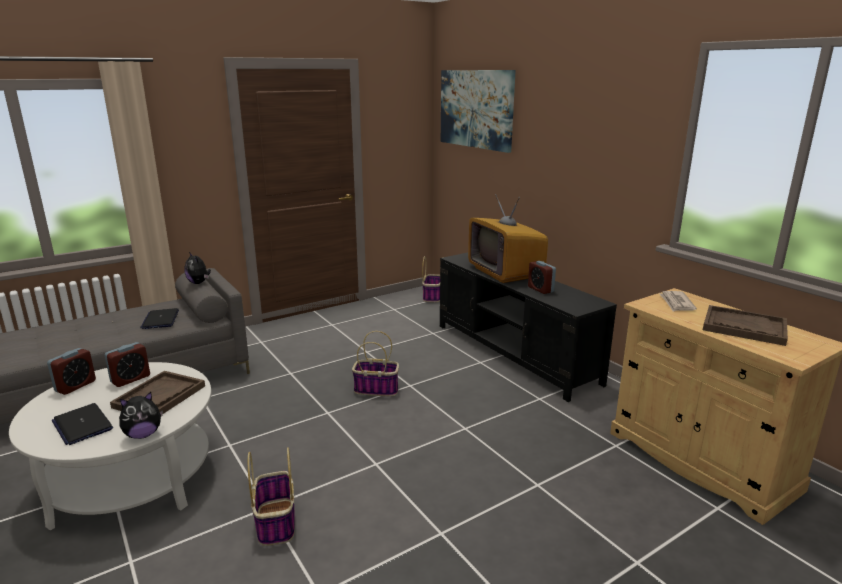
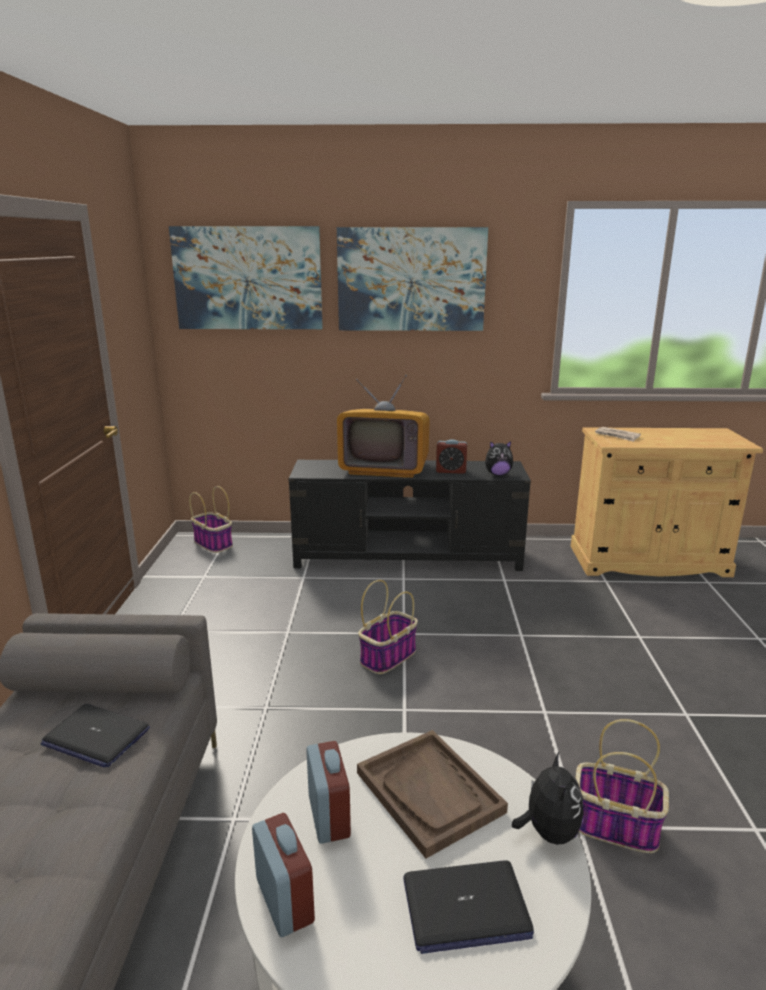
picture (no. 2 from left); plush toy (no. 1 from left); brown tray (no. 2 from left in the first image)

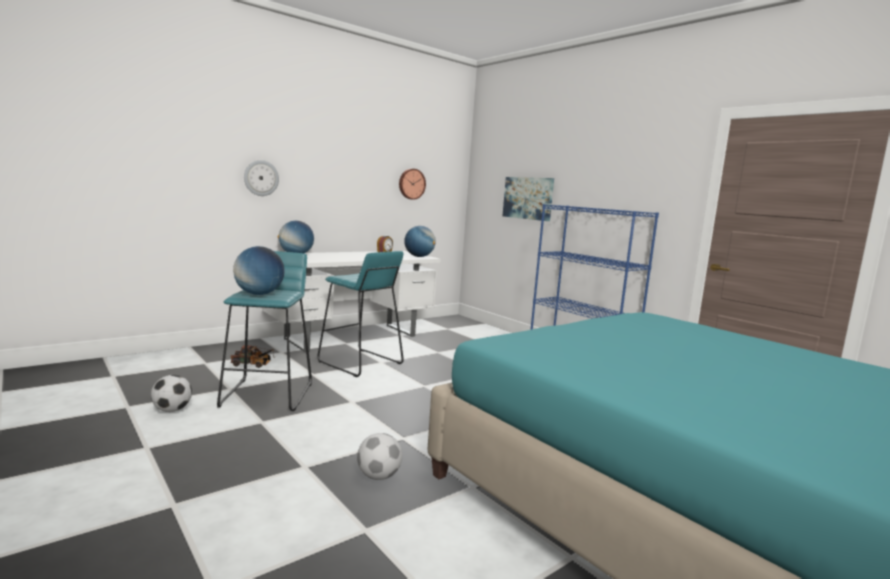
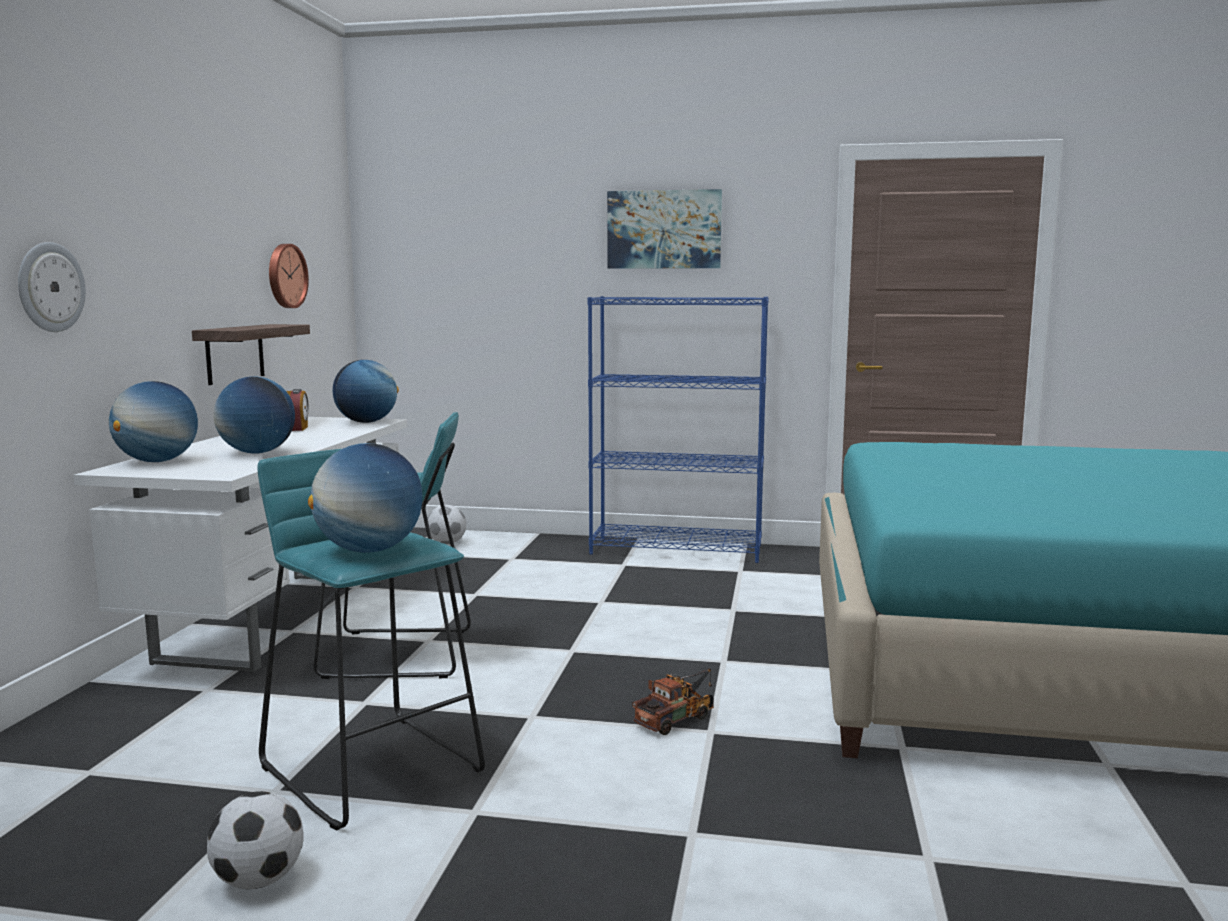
shelf; globe (no. 2 from left); football (no. 2 from left); picture; toy truck

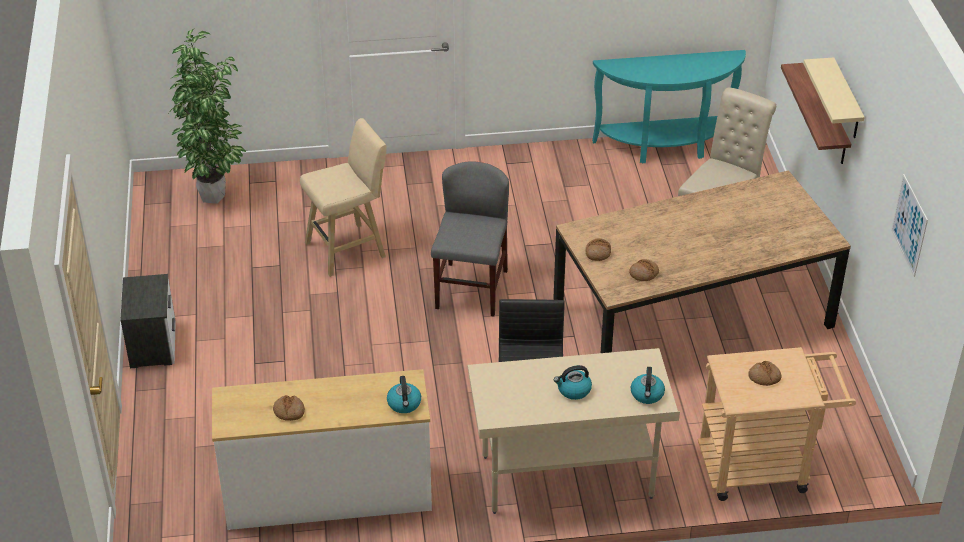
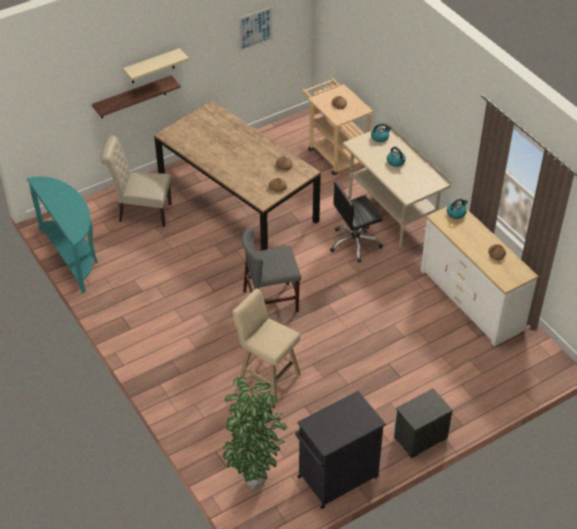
black cabinet

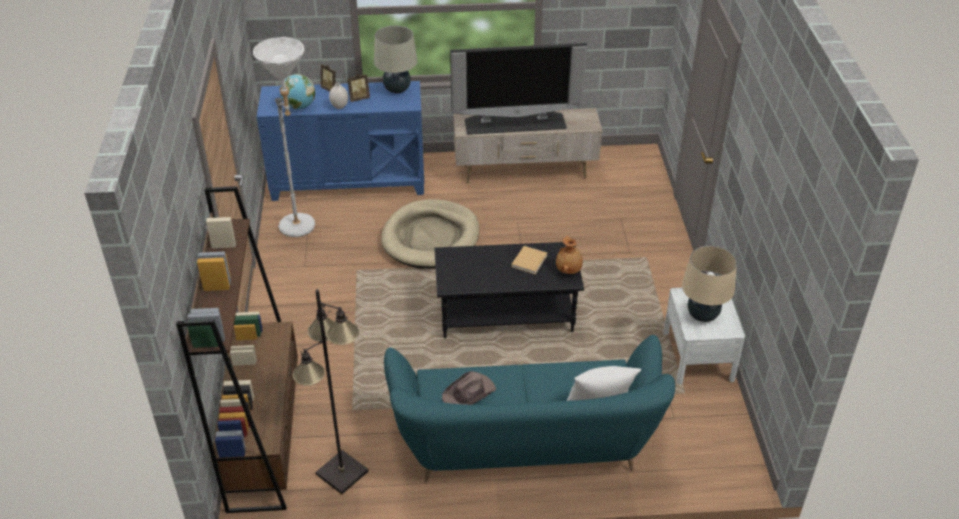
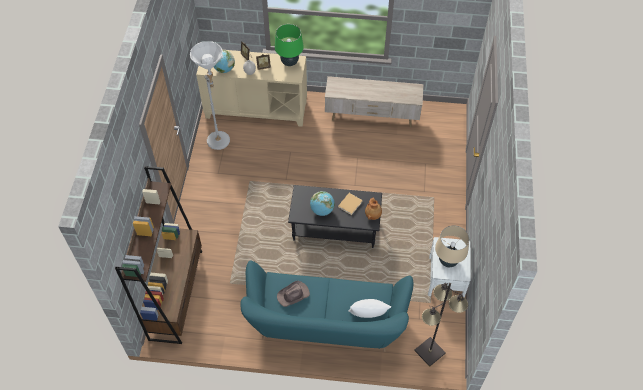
beige cabinet; green table lamp; globe (no. 2 from left); black floor lamp; beige dog bed; television

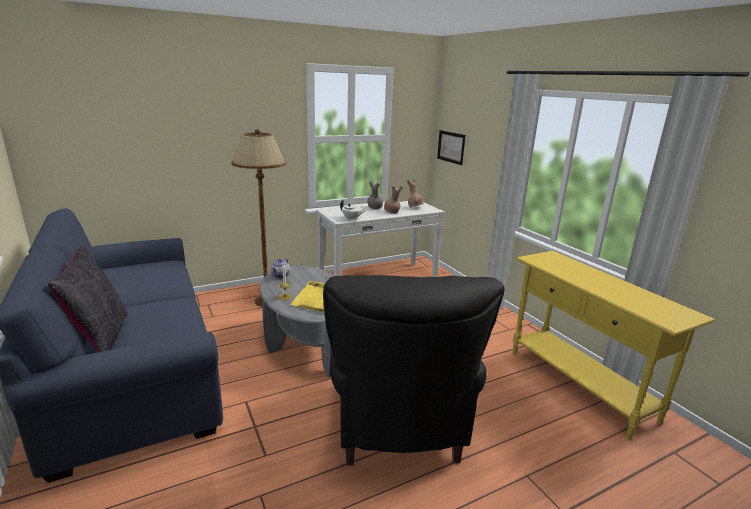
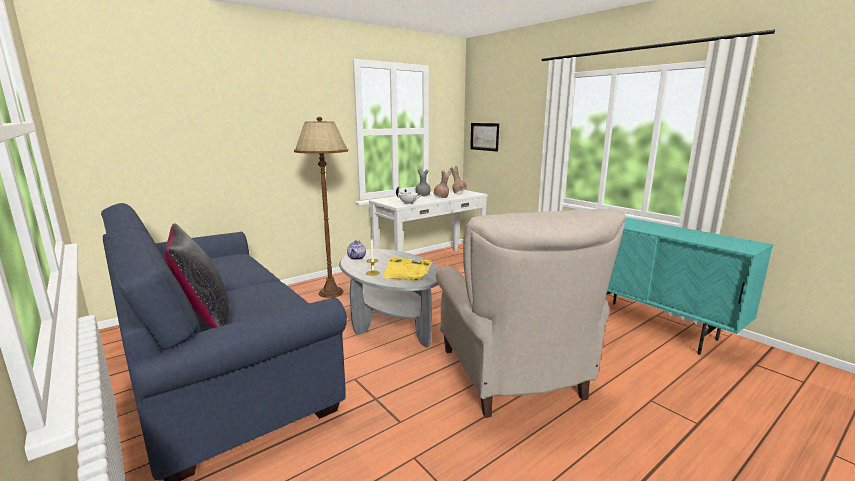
beige armchair; turquoise cabinet

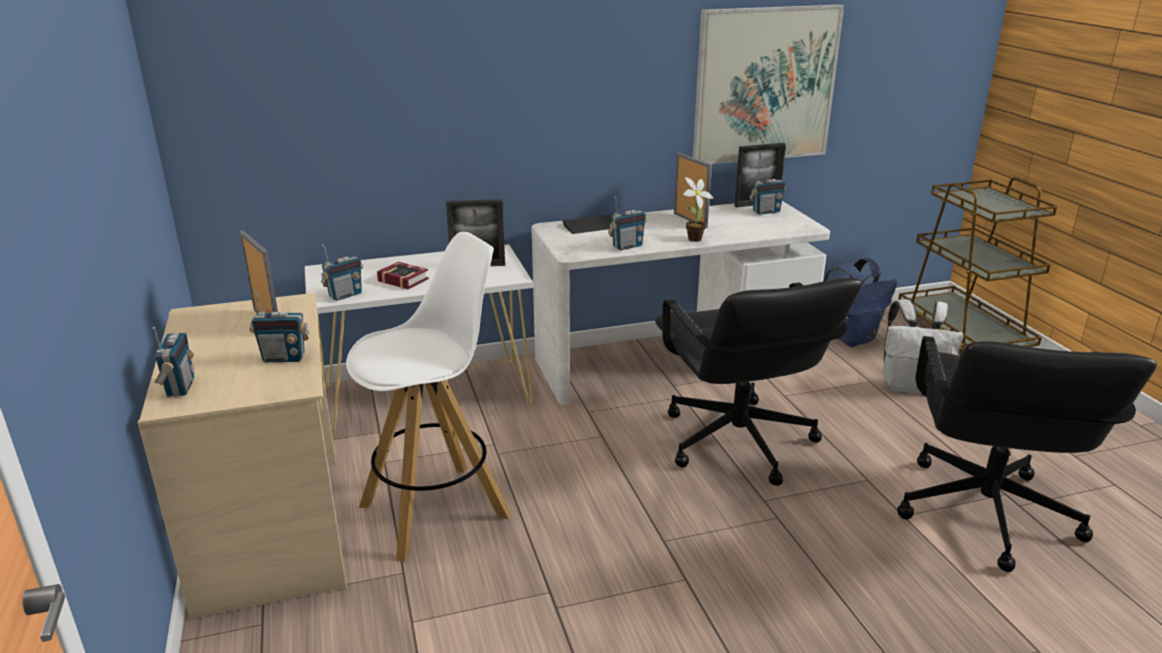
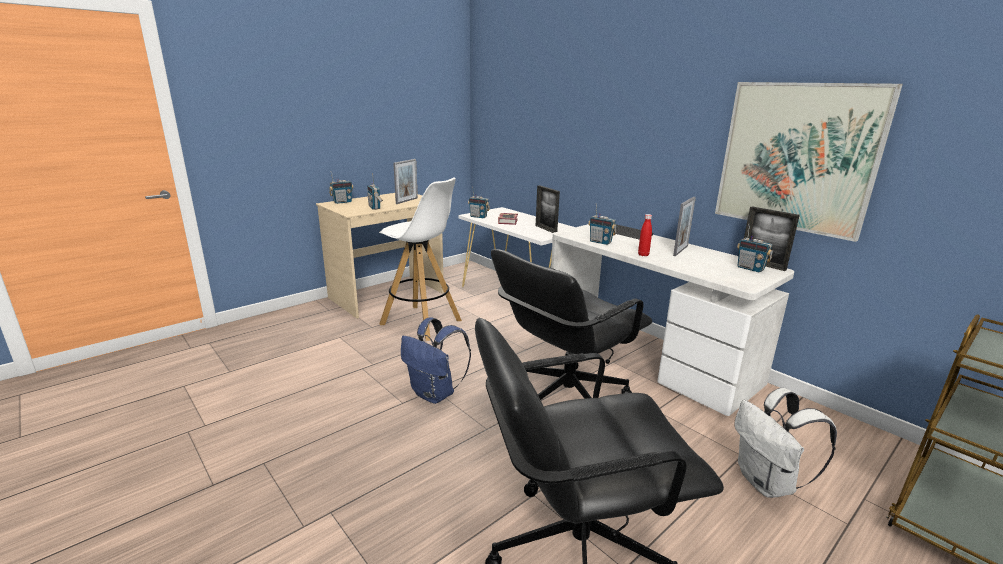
blue backpack; red bottle

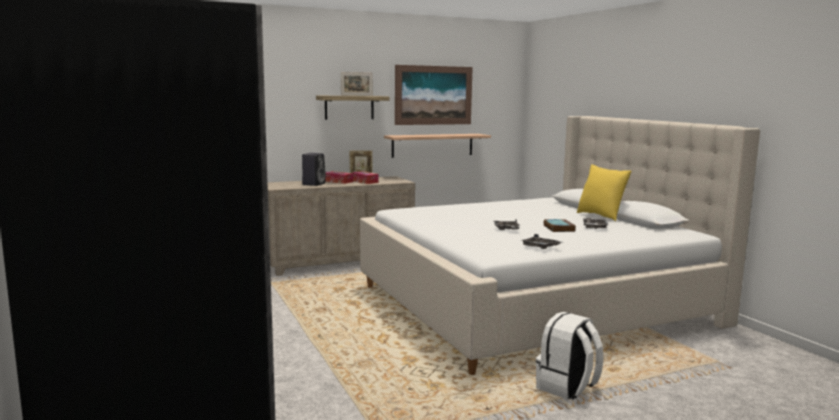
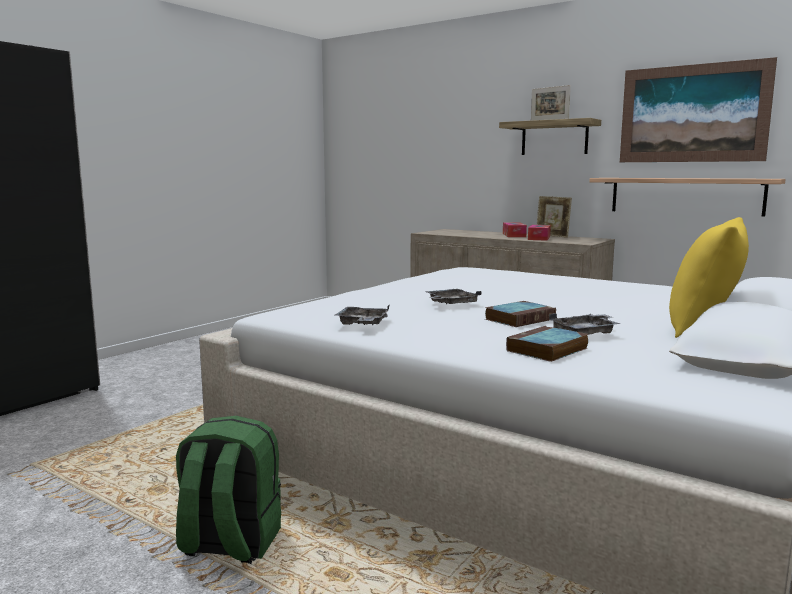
green backpack; book (no. 2 from left); black speaker

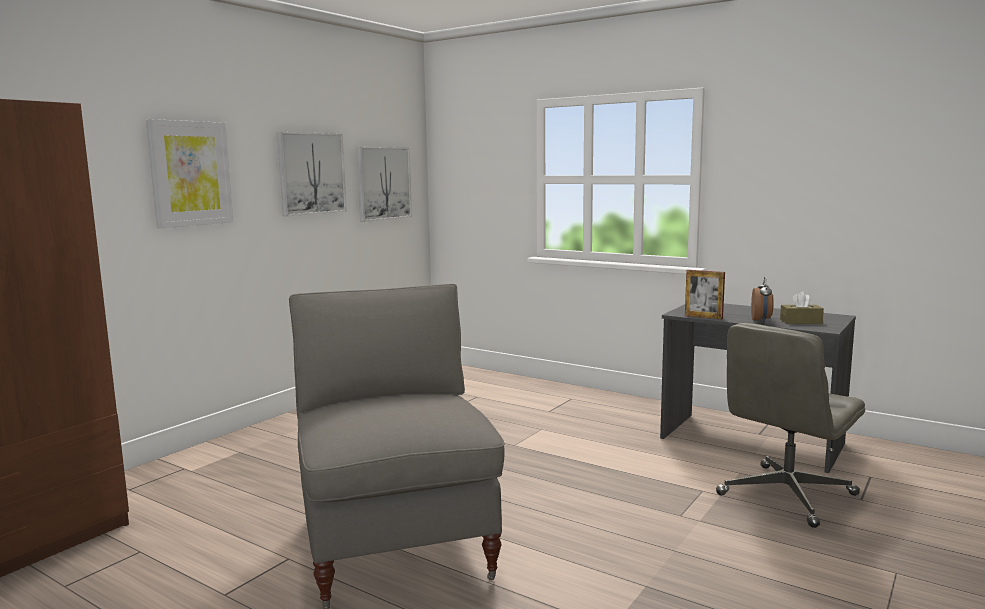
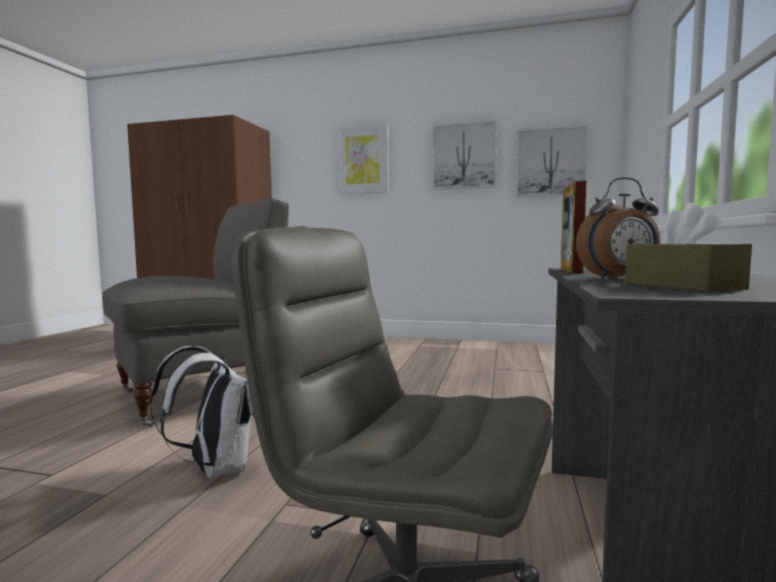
white backpack

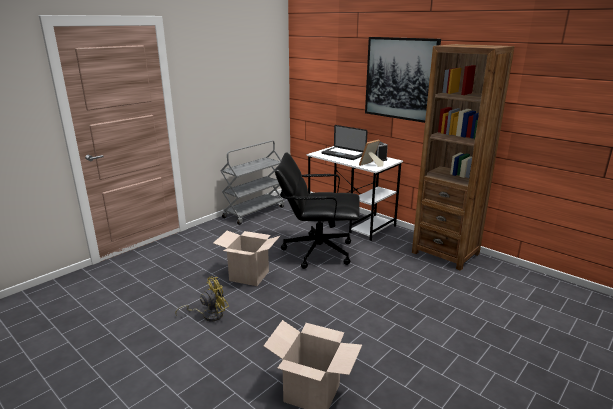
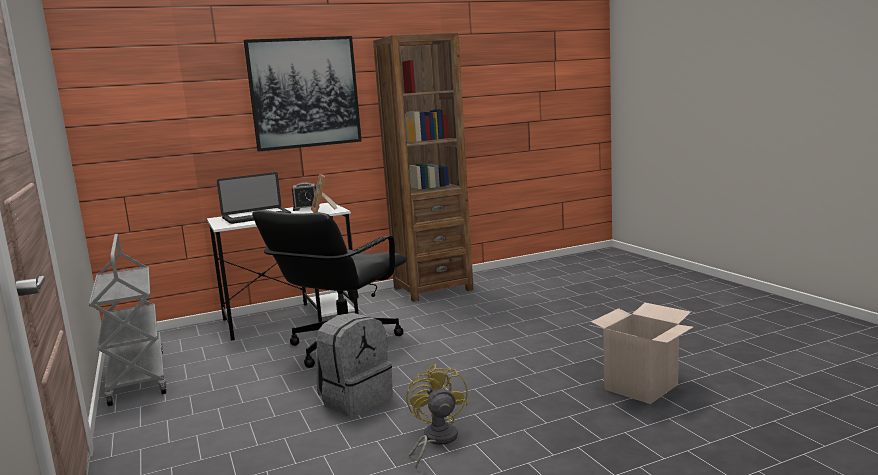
grey backpack

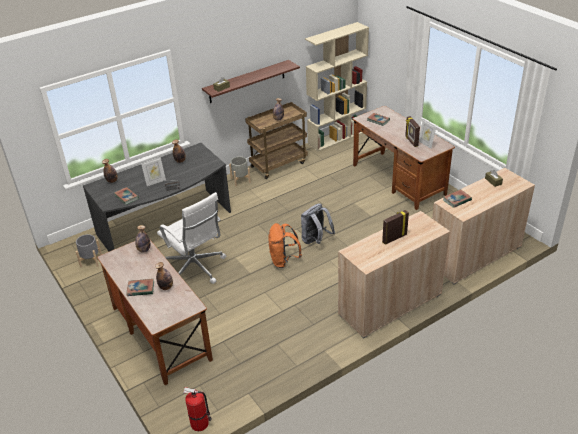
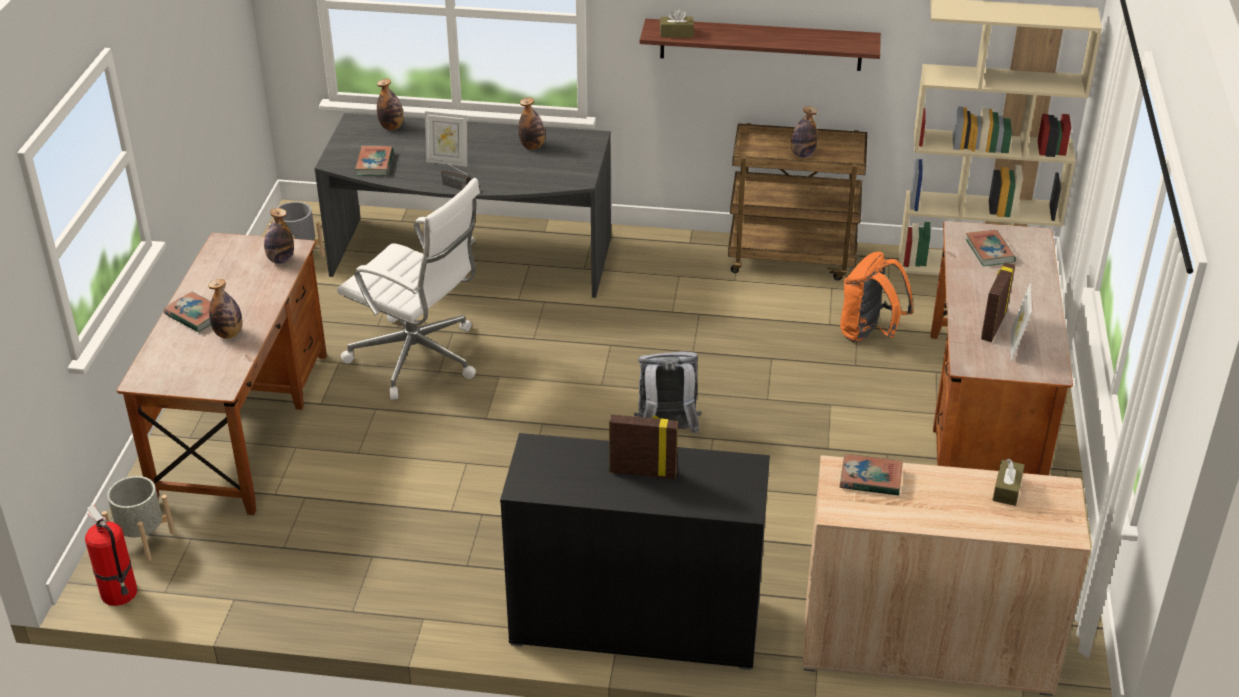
grey planter (no. 1 from left); white office chair; black cabinet; orange backpack

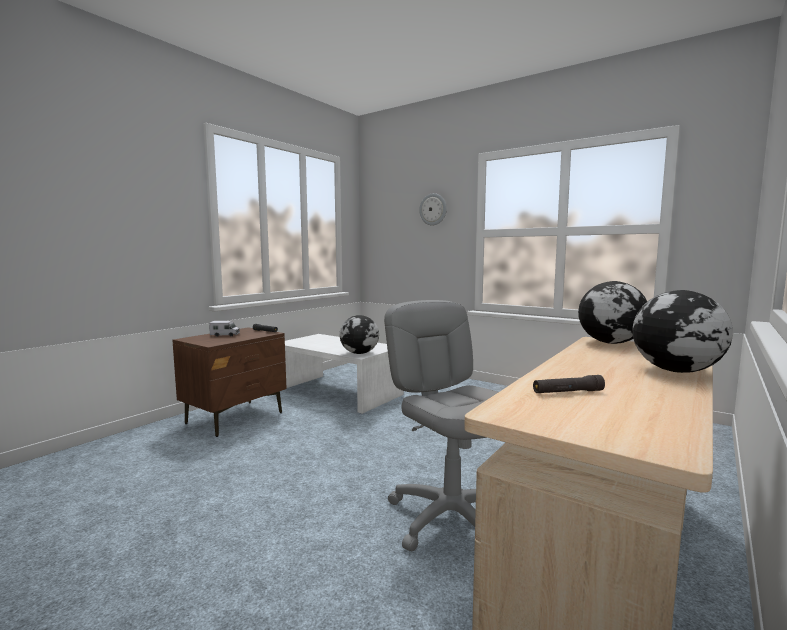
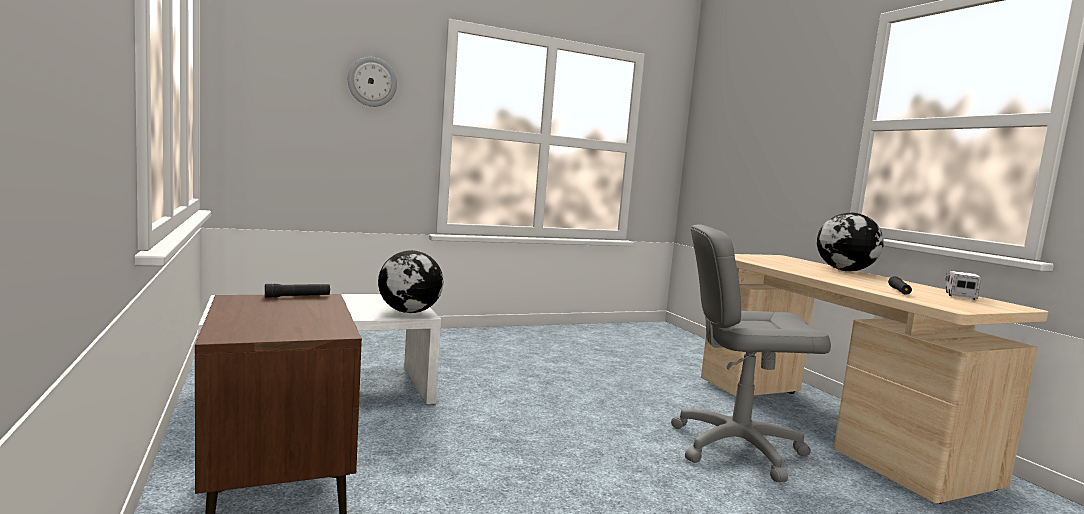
toy truck; globe (no. 2 from left in the first image)

